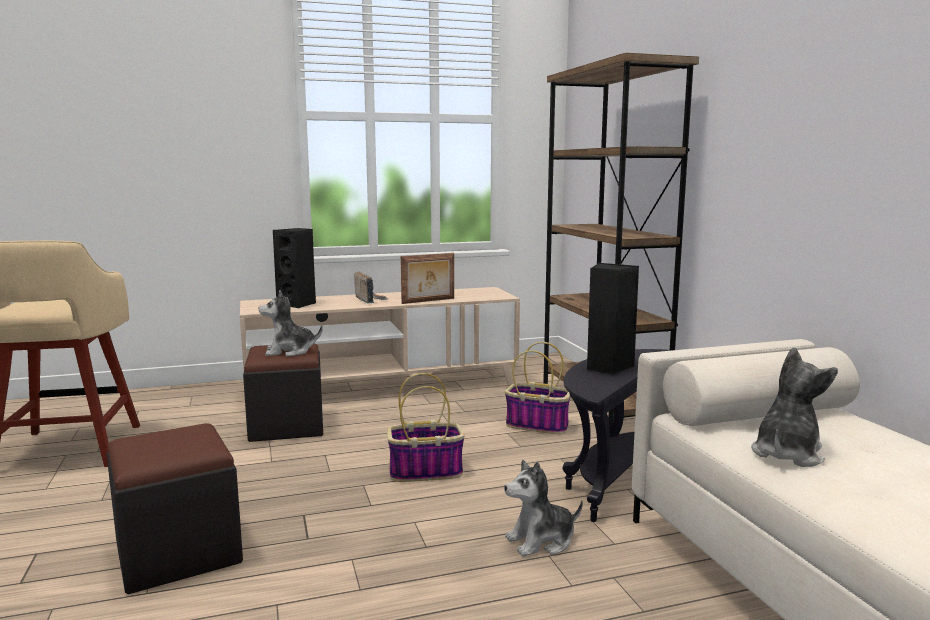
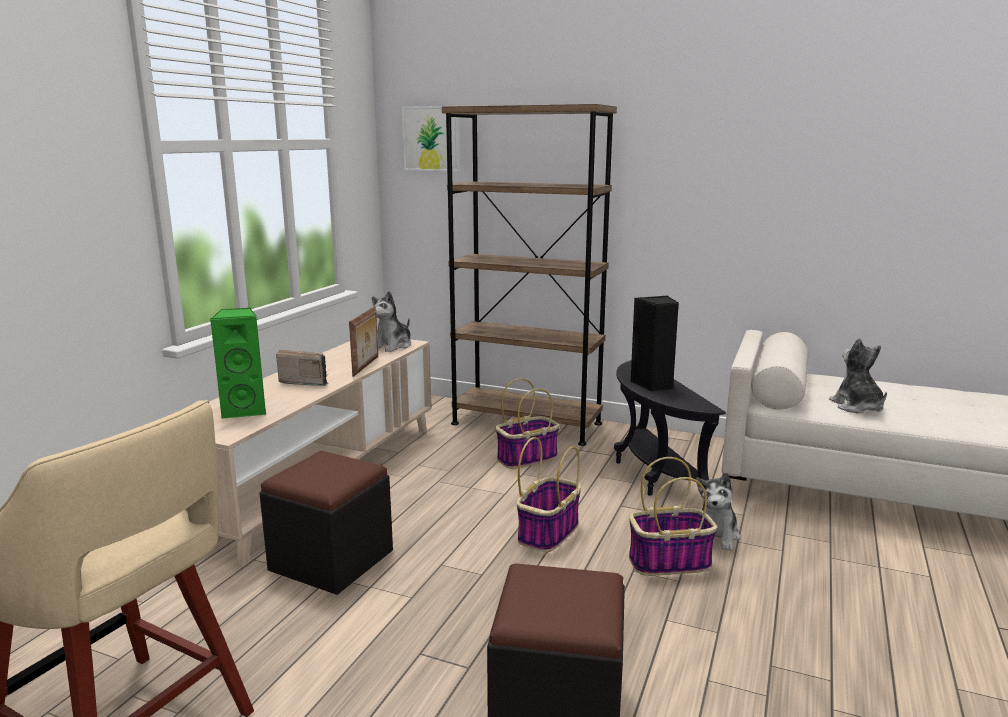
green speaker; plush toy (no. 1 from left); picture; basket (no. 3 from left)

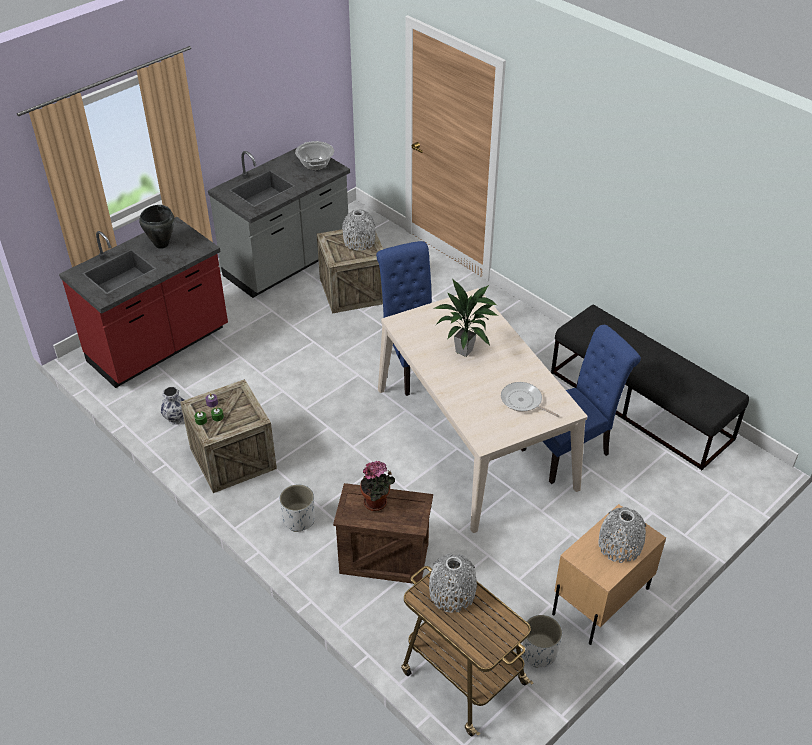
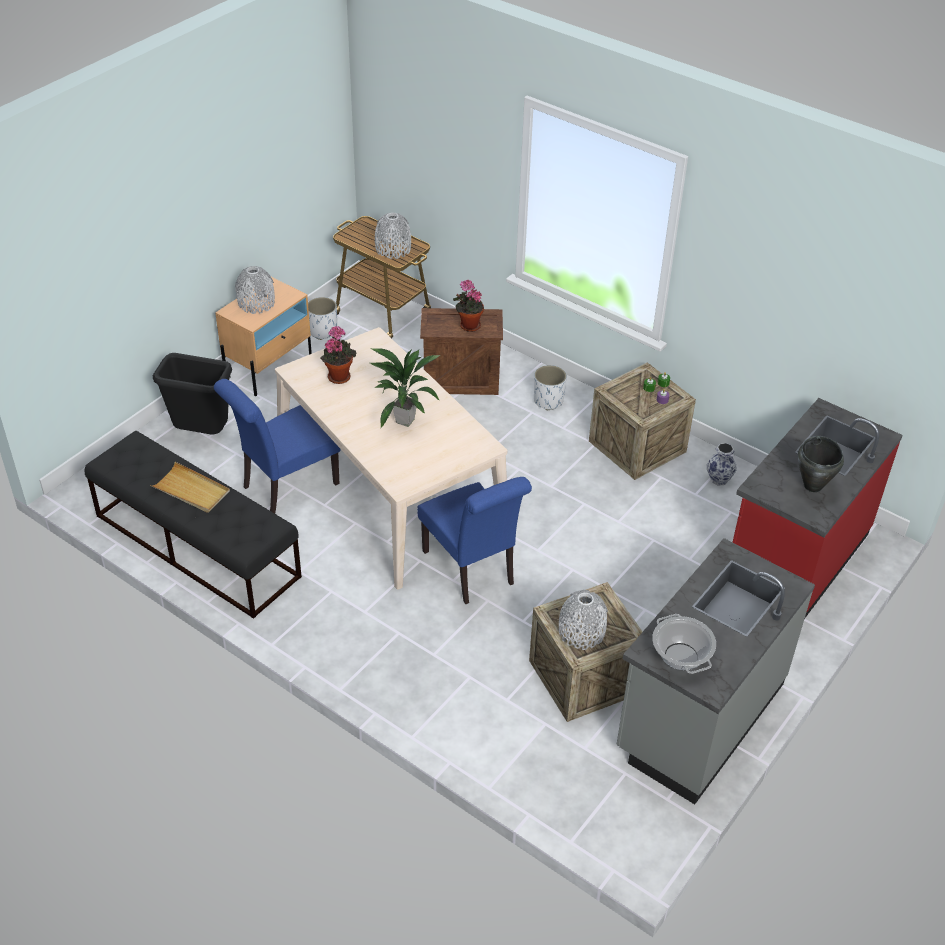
beige tray; black trash can; potted plant (no. 1 from left)

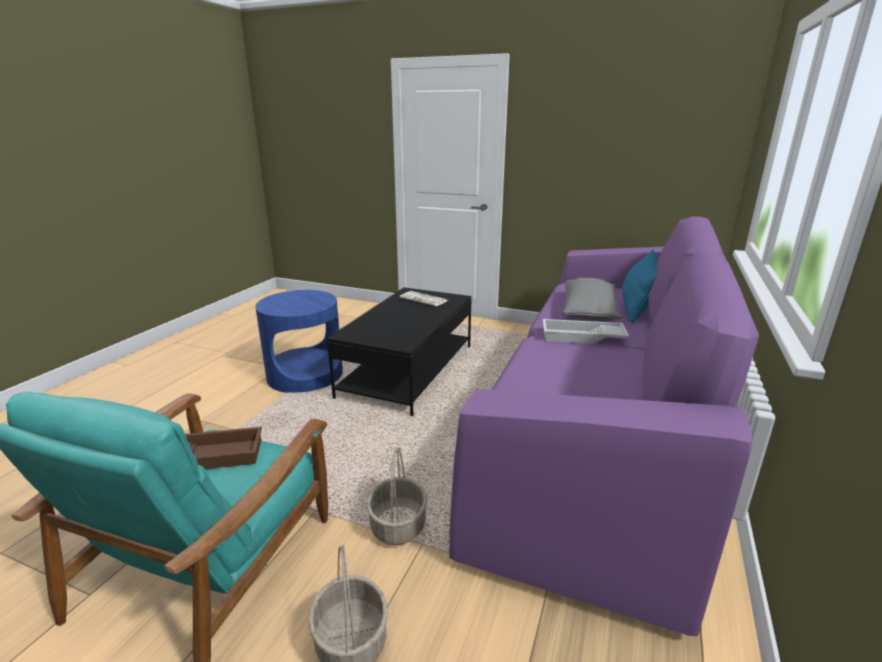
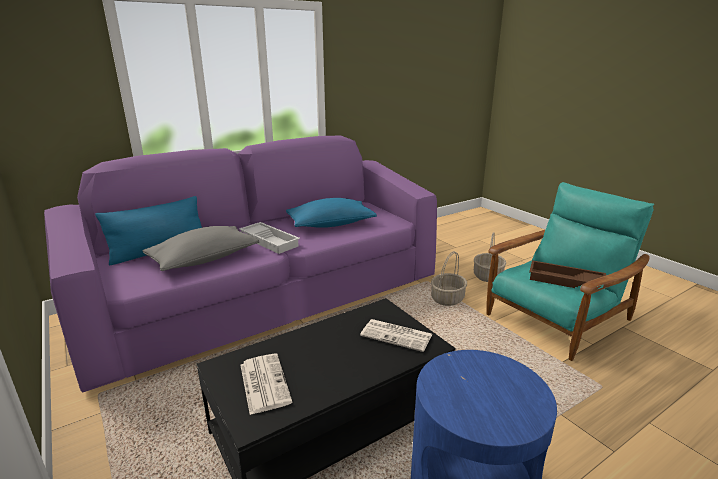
blue pillow (no. 2 from left); newspaper (no. 2 from left)

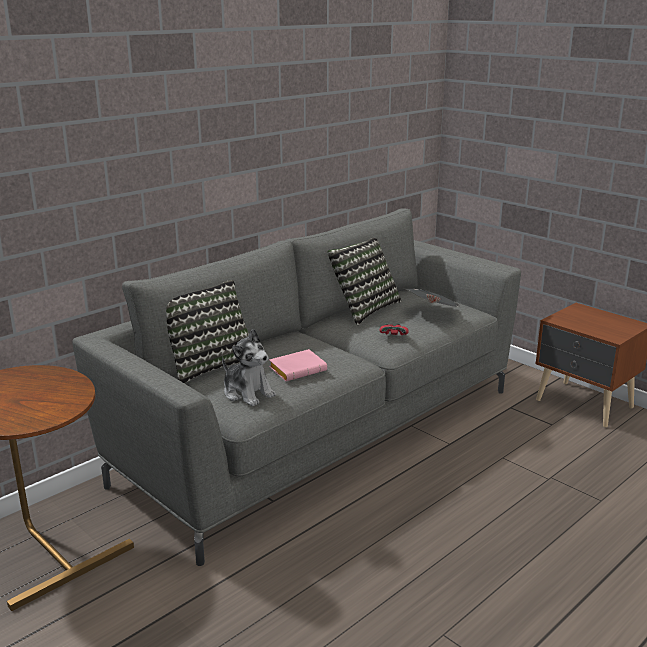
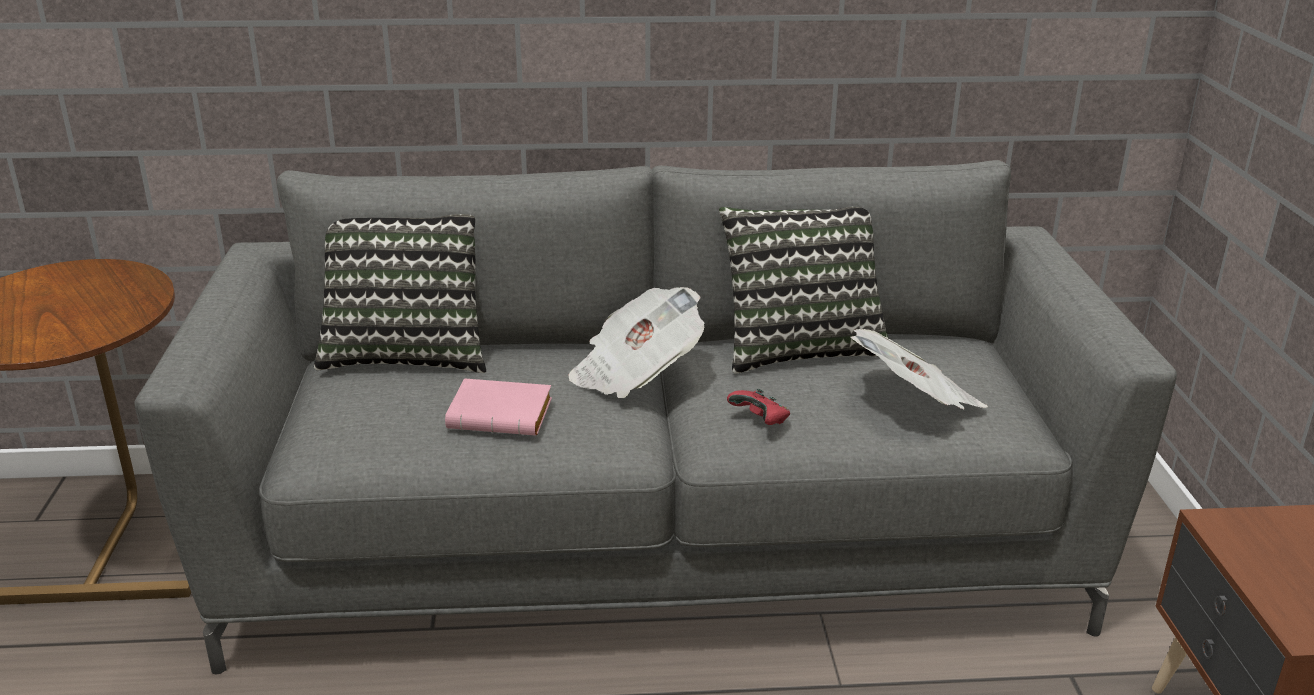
newspaper (no. 1 from left); plush toy

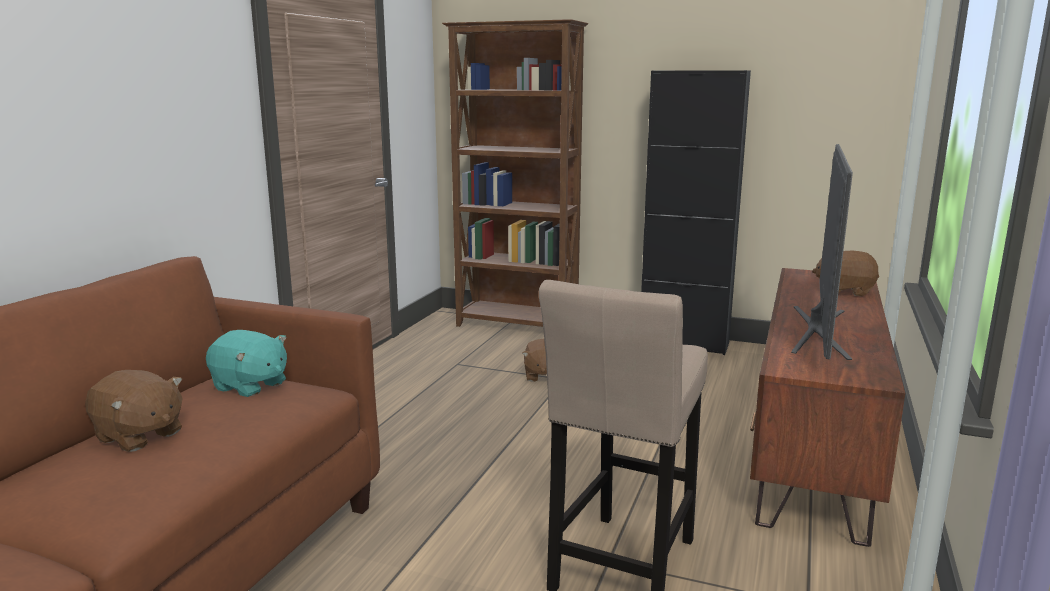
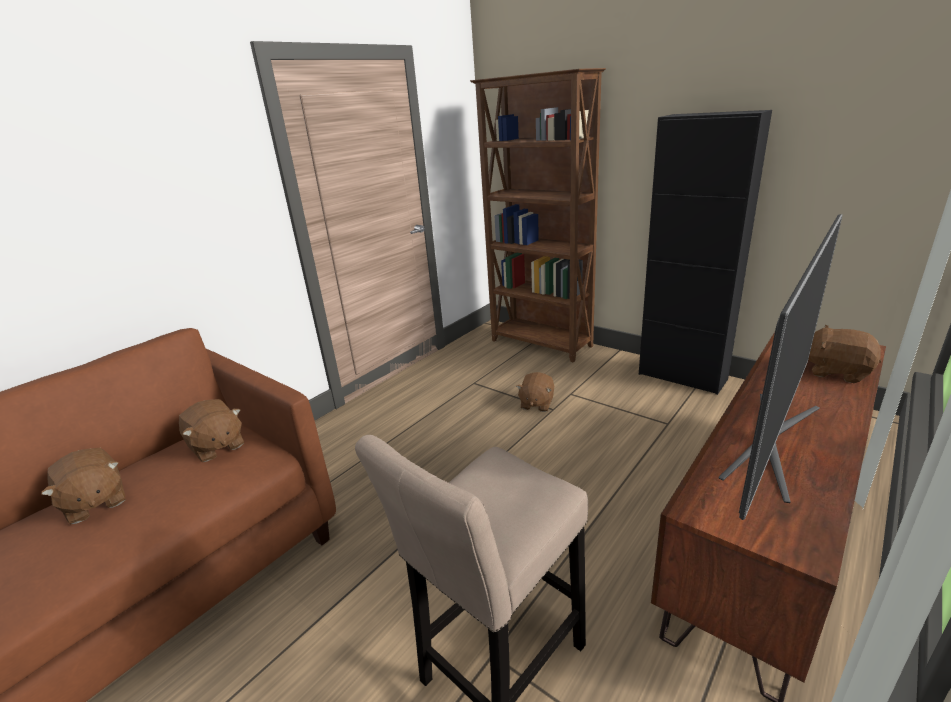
brown plush toy (no. 2 from left)

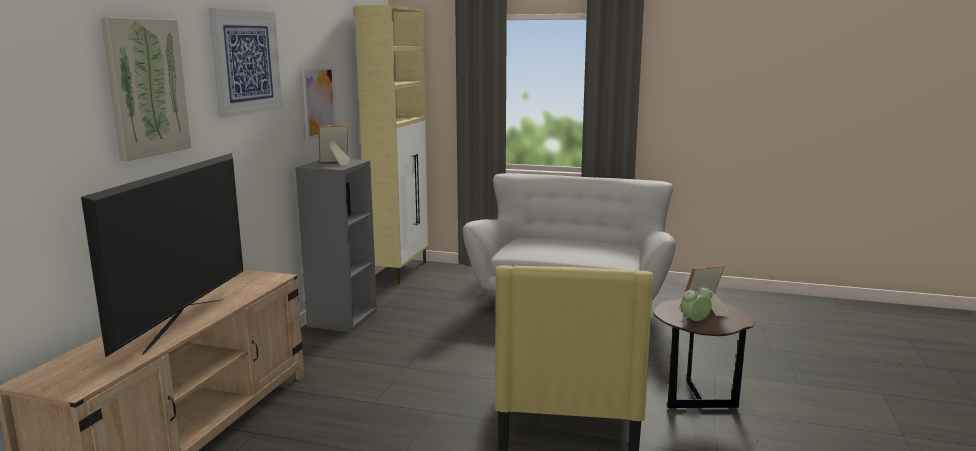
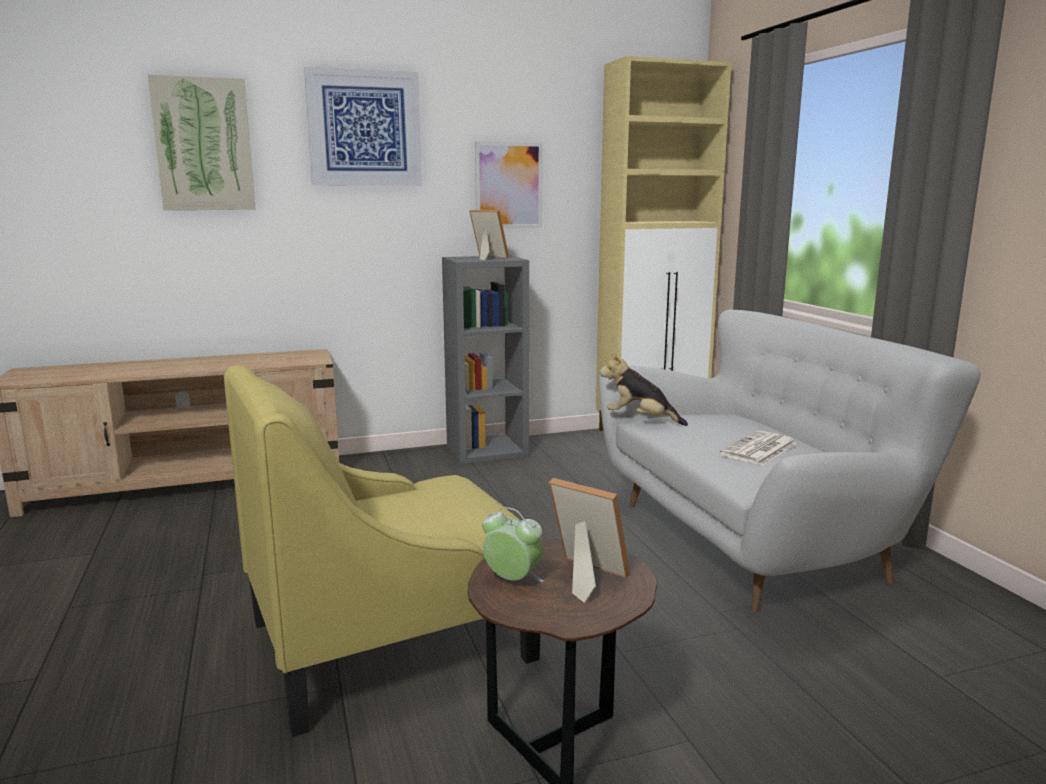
plush toy; newspaper; television

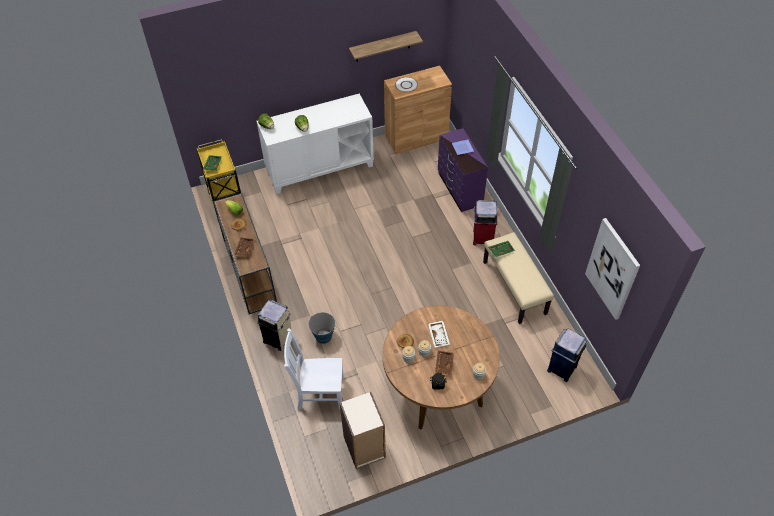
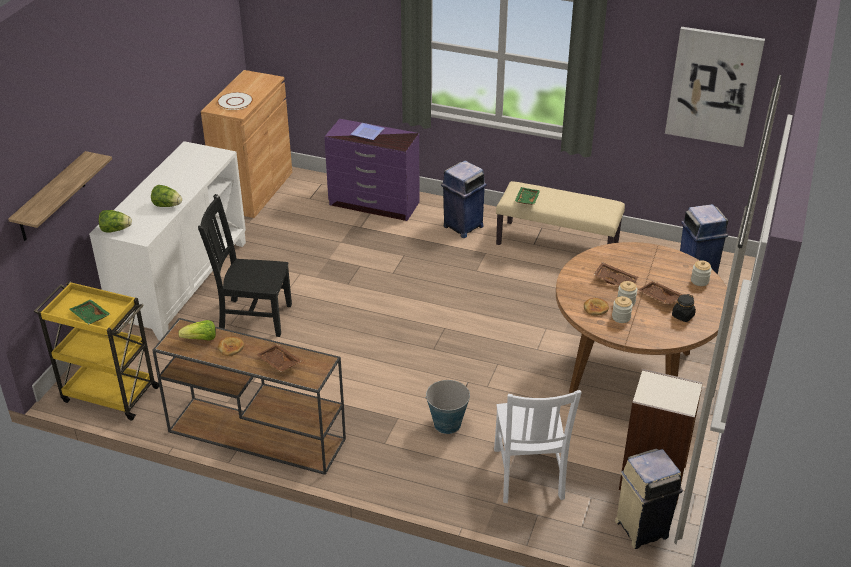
shelf; black chair; blue trash can (no. 1 from left); white chair; brown tray (no. 2 from left); beige trash can

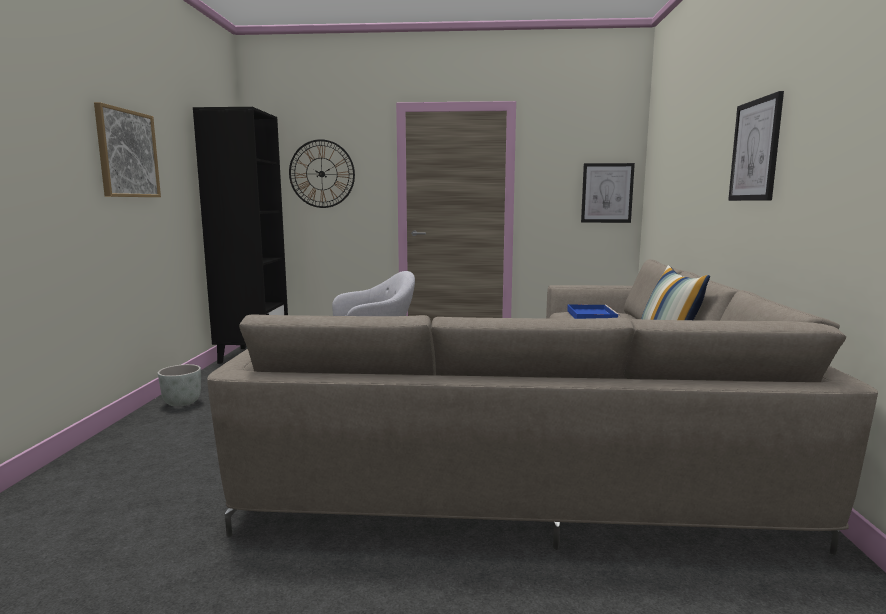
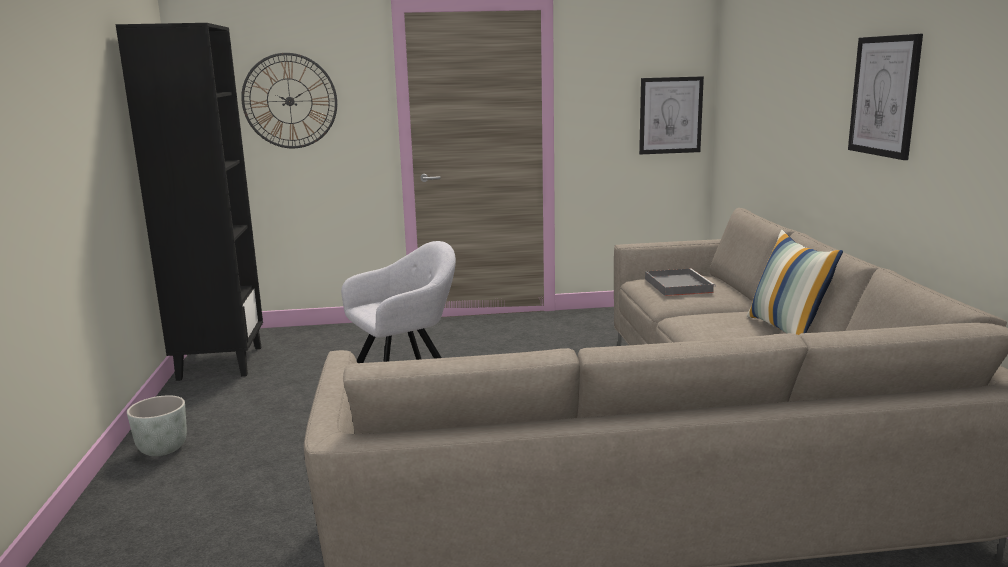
grey tray; picture (no. 1 from left in the first image)

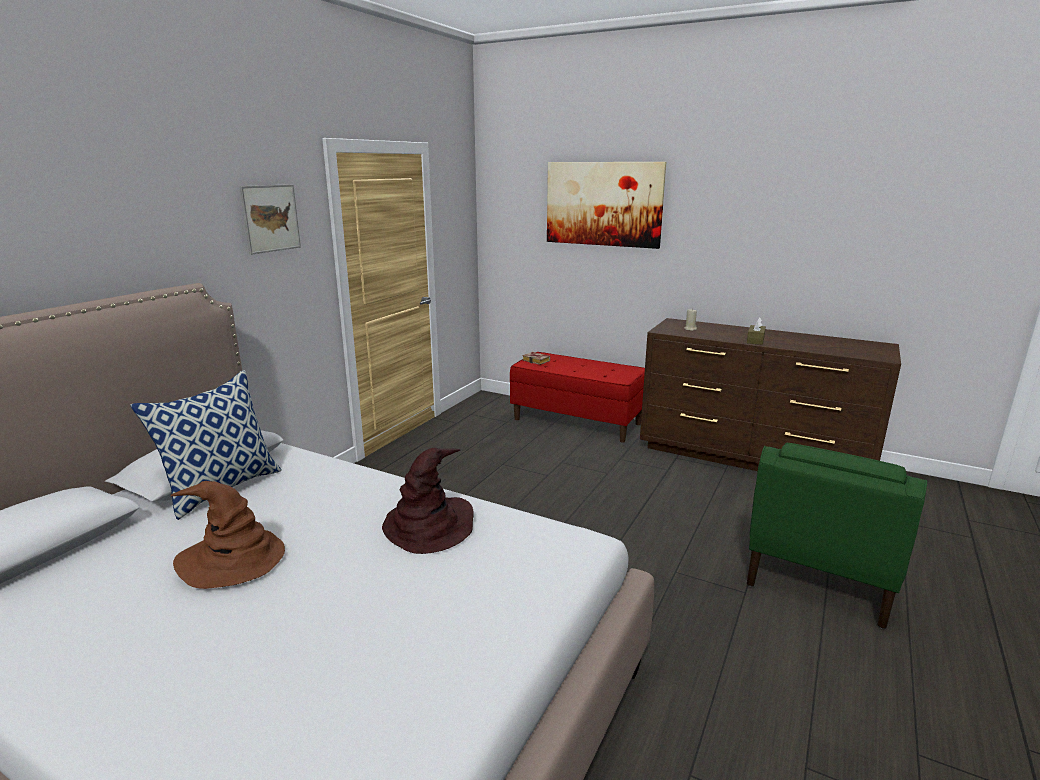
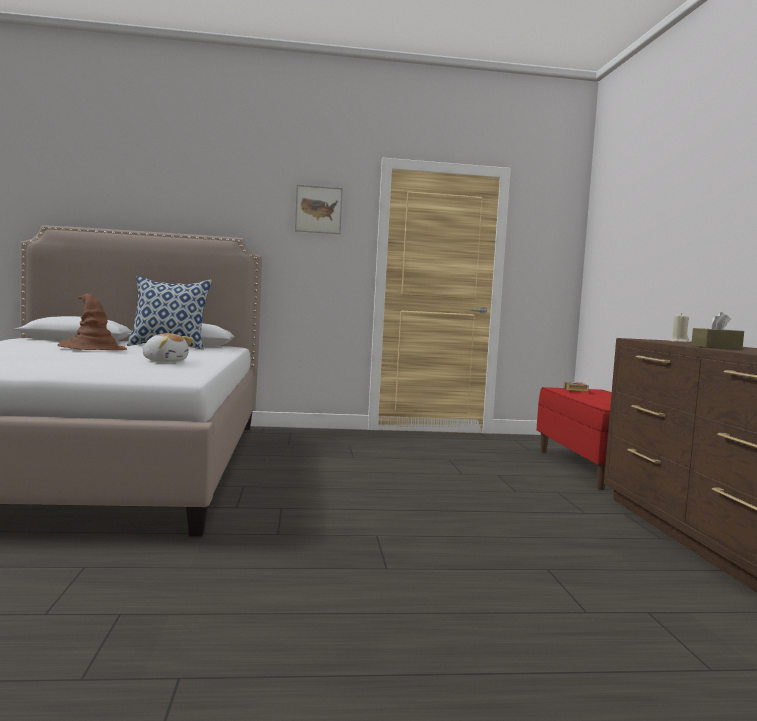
plush toy; picture (no. 2 from left in the first image); green armchair

